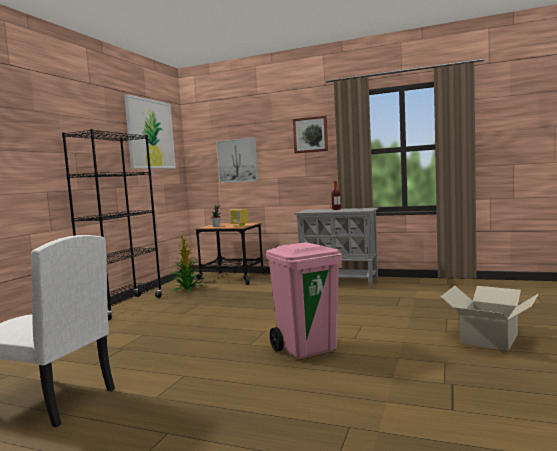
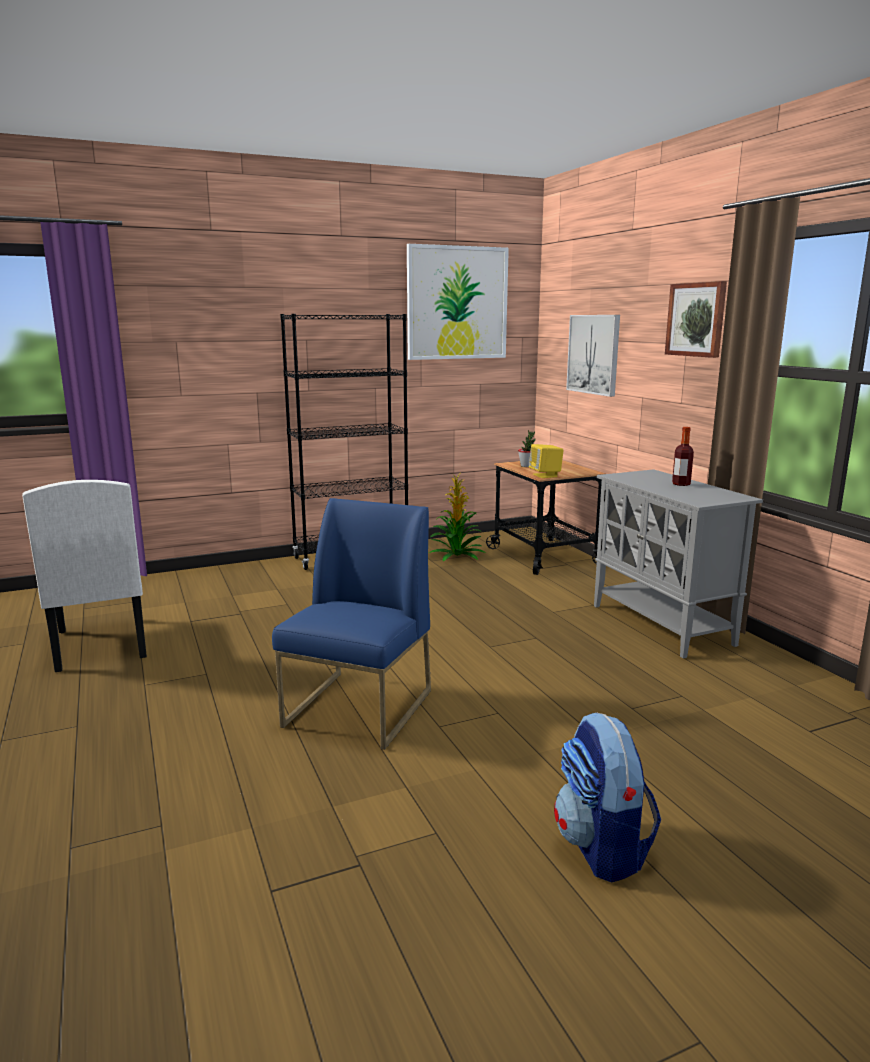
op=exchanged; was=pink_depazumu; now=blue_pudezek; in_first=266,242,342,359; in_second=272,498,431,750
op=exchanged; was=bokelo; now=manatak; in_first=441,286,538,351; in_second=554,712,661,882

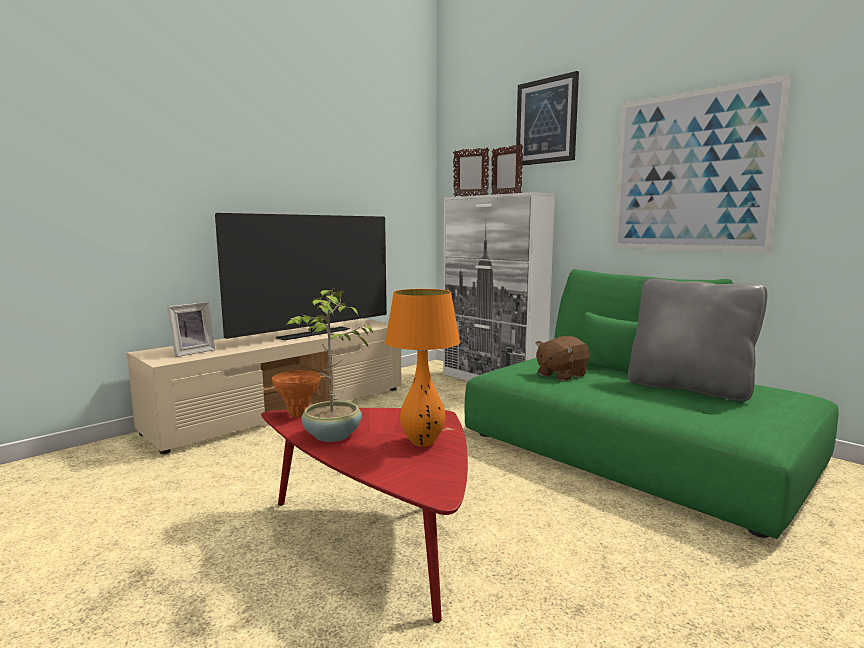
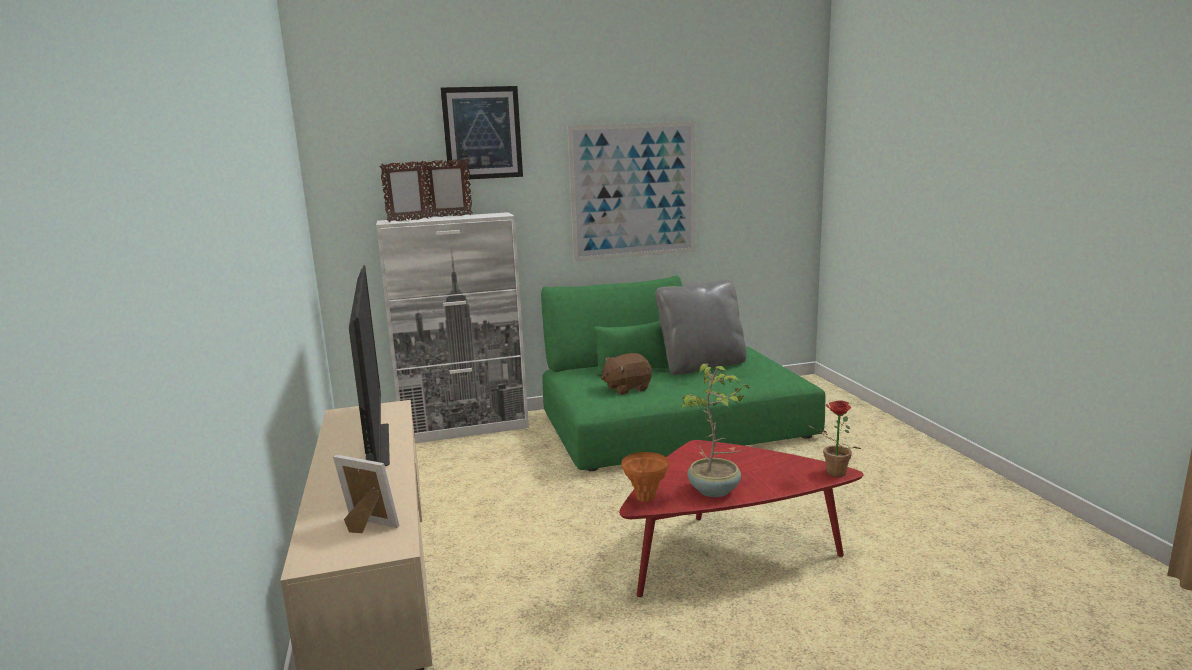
op=missing; was=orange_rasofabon; in_first=385,289,460,447
op=appeared; now=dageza; in_second=807,400,861,477
op=spun; was=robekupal; in_first=167,302,216,357; in_second=333,455,399,533; clockwise=-45
op=spun; was=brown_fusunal; in_first=536,336,590,381; in_second=601,353,652,395; clockwise=75

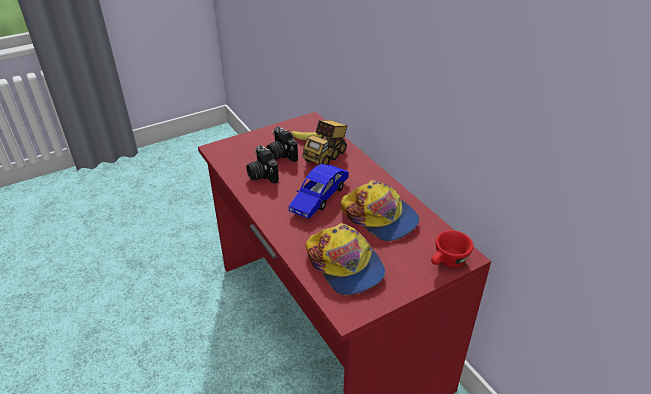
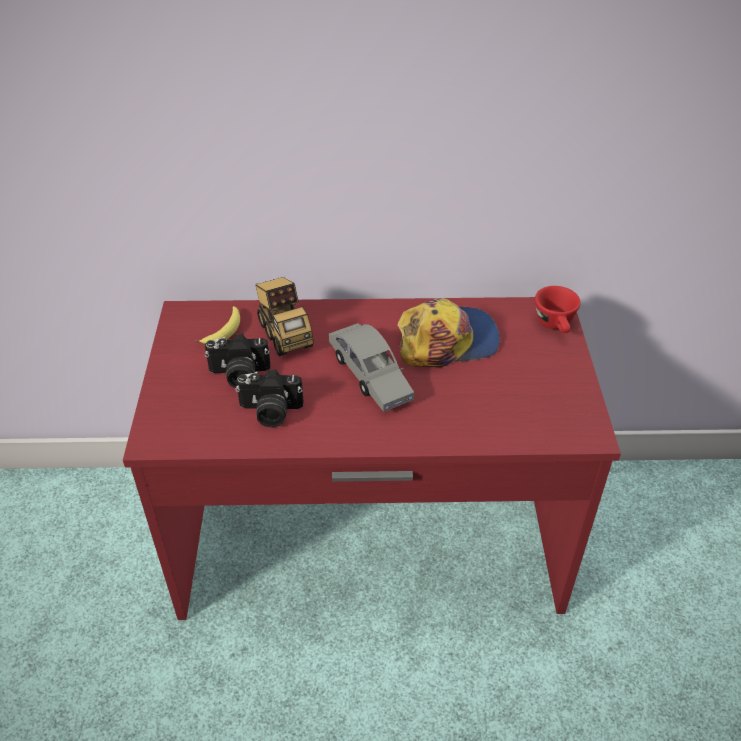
op=missing; was=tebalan; in_first=305,223,385,295
op=colour; was=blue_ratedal; now=grey_ratedal; in_first=289,164,349,219; in_second=329,323,414,412

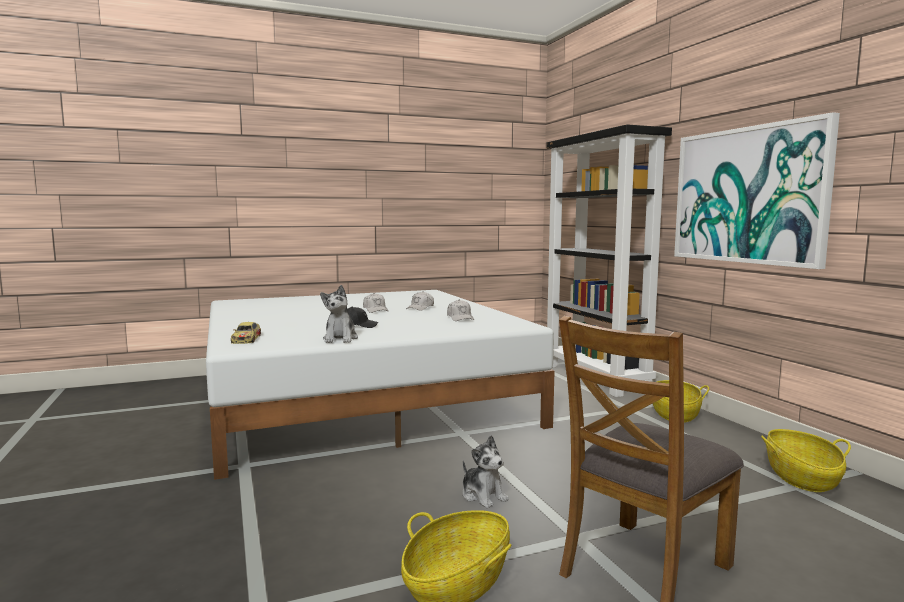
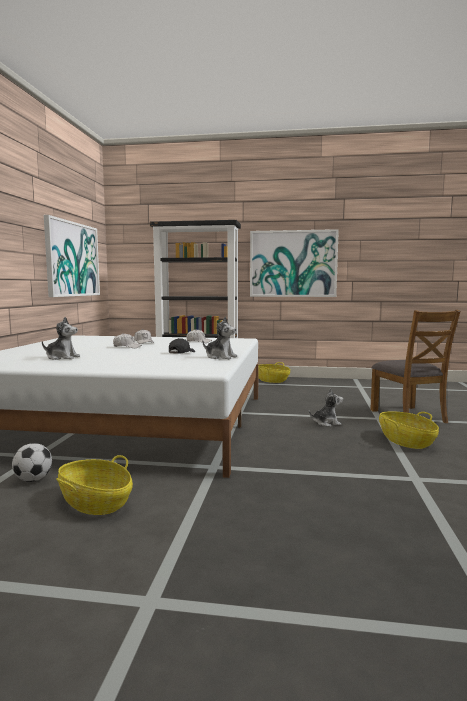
op=missing; was=ratedal; in_first=231,322,261,344
op=appeared; now=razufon; in_second=12,443,52,482
op=appeared; now=fusunal; in_second=42,317,80,360
op=appeared; now=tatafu; in_second=44,215,100,297
op=relocated; was=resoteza; in_first=761,429,851,492; in_second=56,455,133,515

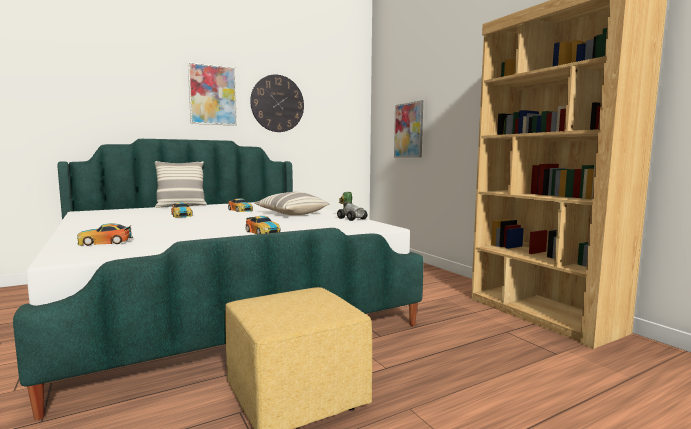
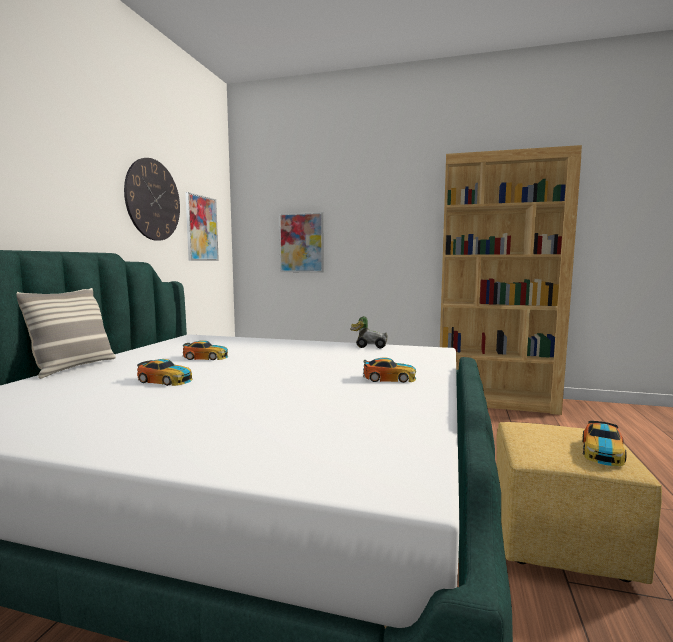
op=missing; was=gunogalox; in_first=254,192,329,215
op=relocated; was=ratedal; in_first=77,223,133,246; in_second=582,421,627,466
op=relocated; was=tatafu; in_first=188,62,237,126; in_second=185,192,219,261

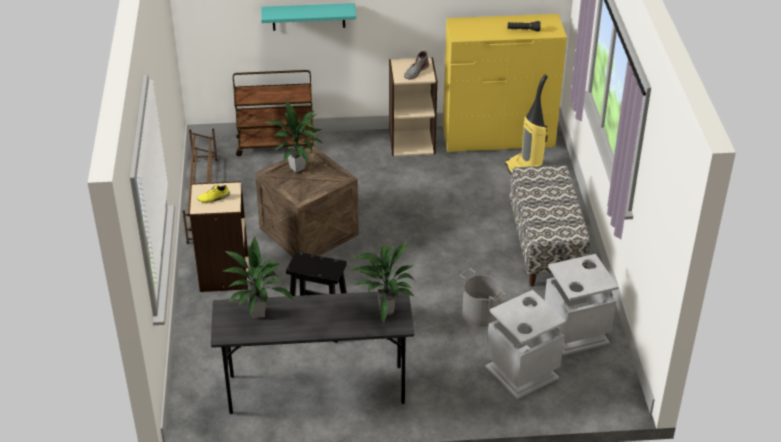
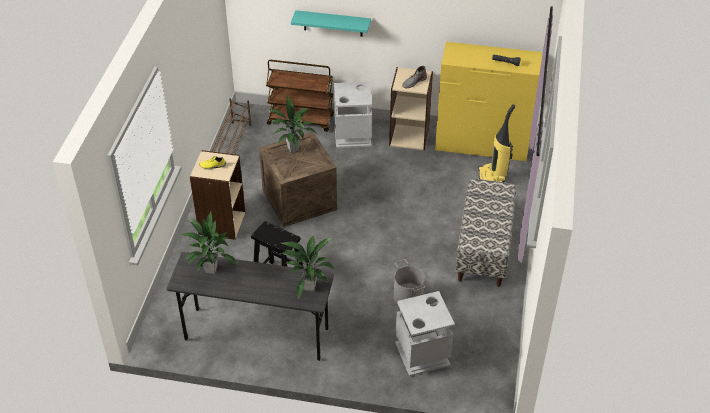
op=relocated; was=grey_depazumu; in_first=544,254,619,356; in_second=334,82,372,148

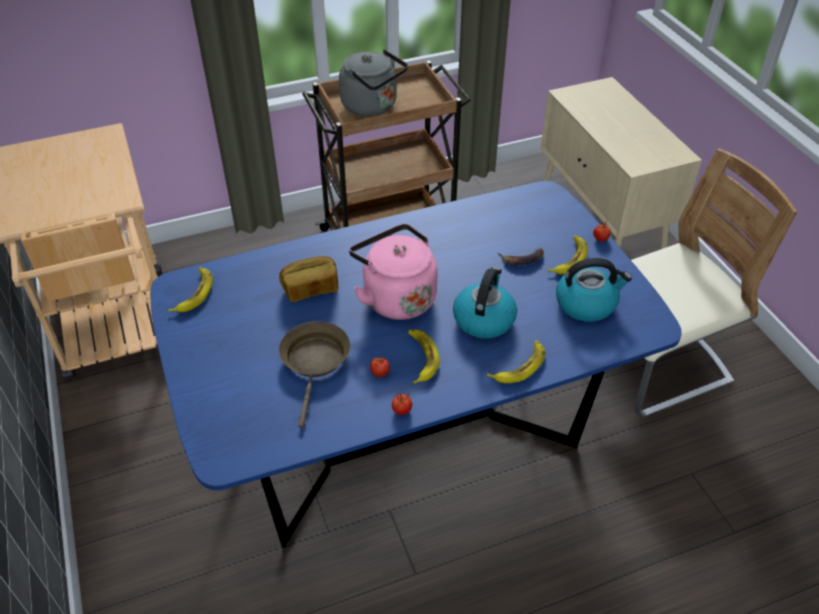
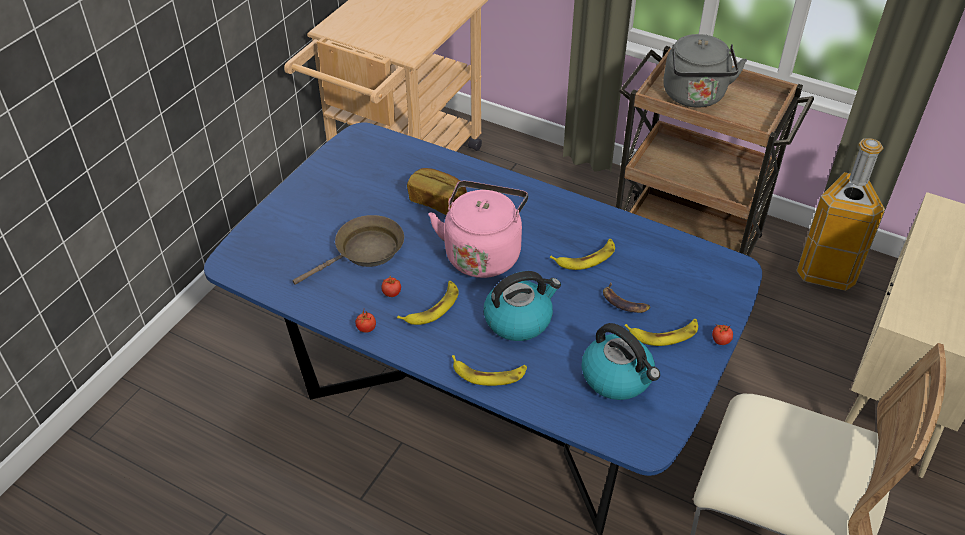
op=appeared; now=depazumu; in_second=796,138,885,291
op=relocated; was=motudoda; in_first=168,267,213,312; in_second=550,239,615,270

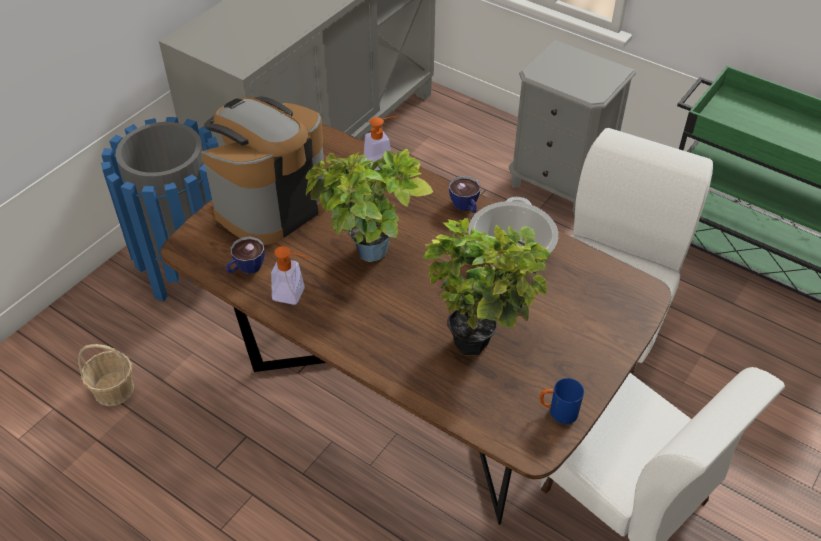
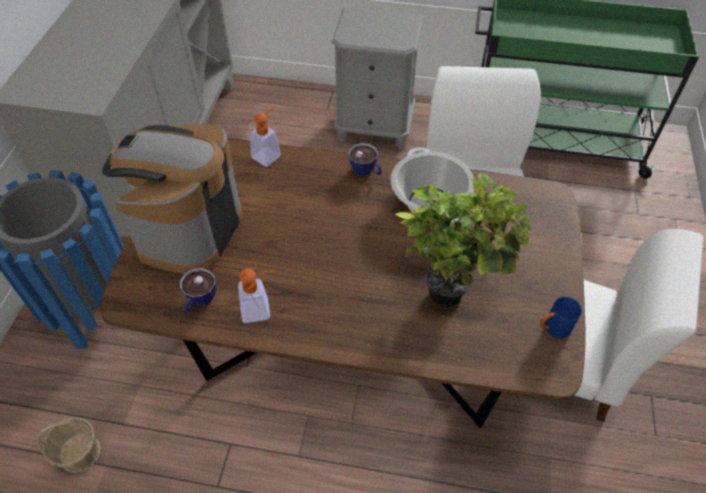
op=missing; was=dageza; in_first=305,149,433,262

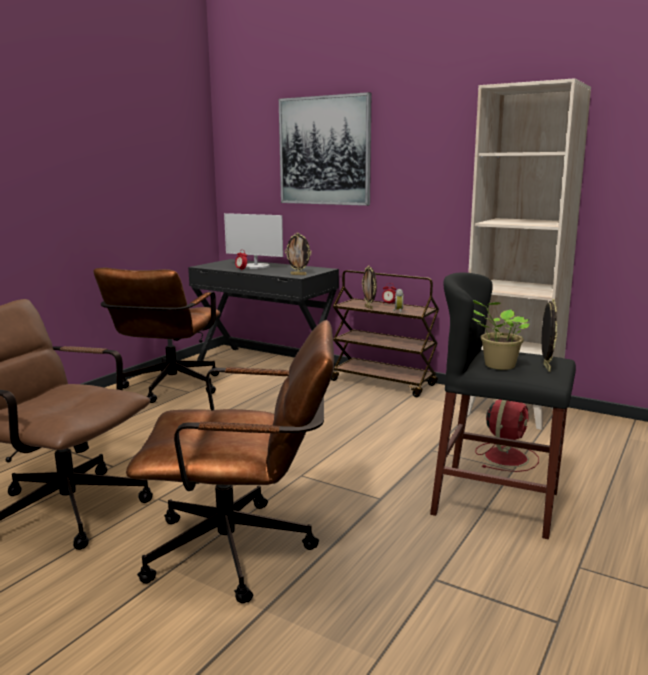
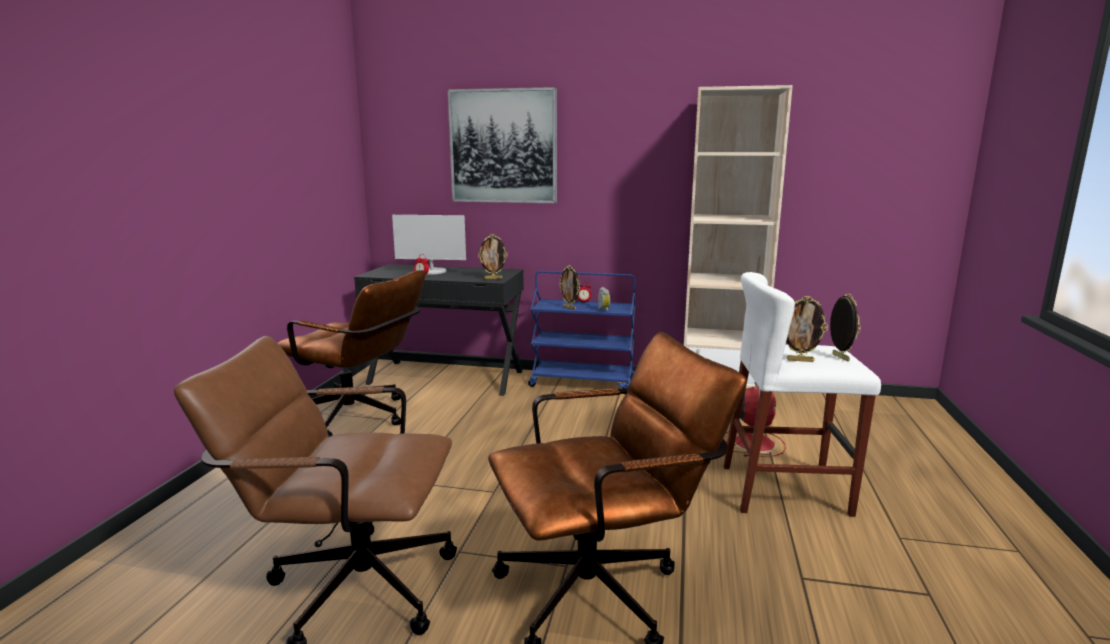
op=exchanged; was=dageza; now=robekupal; in_first=473,300,530,370; in_second=786,296,828,362
op=colour; was=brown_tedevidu; now=blue_tedevidu; in_first=331,270,439,397; in_second=528,271,636,389
op=colour; was=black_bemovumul; now=white_bemovumul; in_first=430,272,576,539; in_second=723,272,881,517
op=spun; was=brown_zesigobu; in_first=93,268,220,403; in_second=277,270,425,437; clockwise=-60

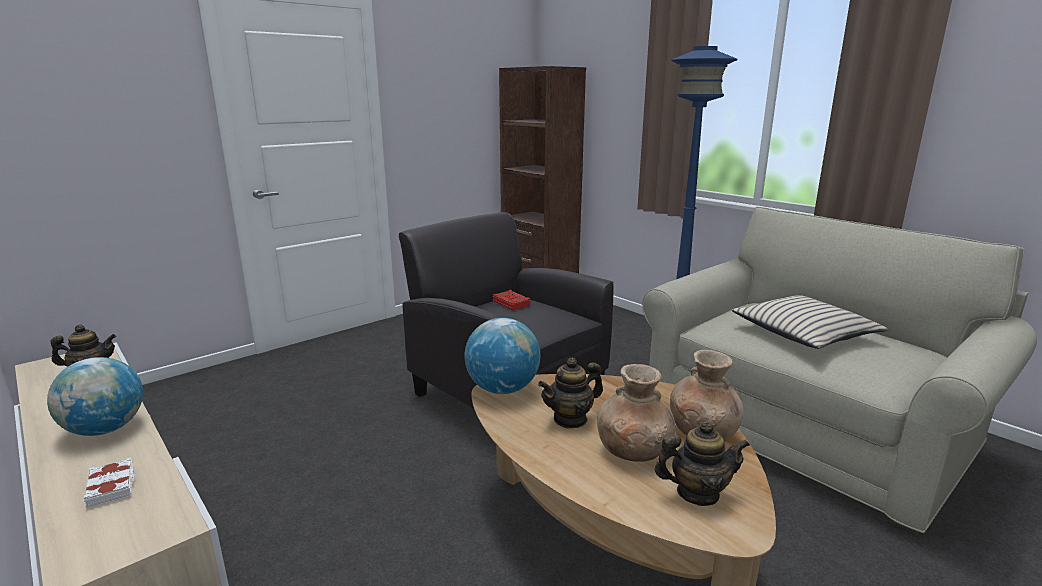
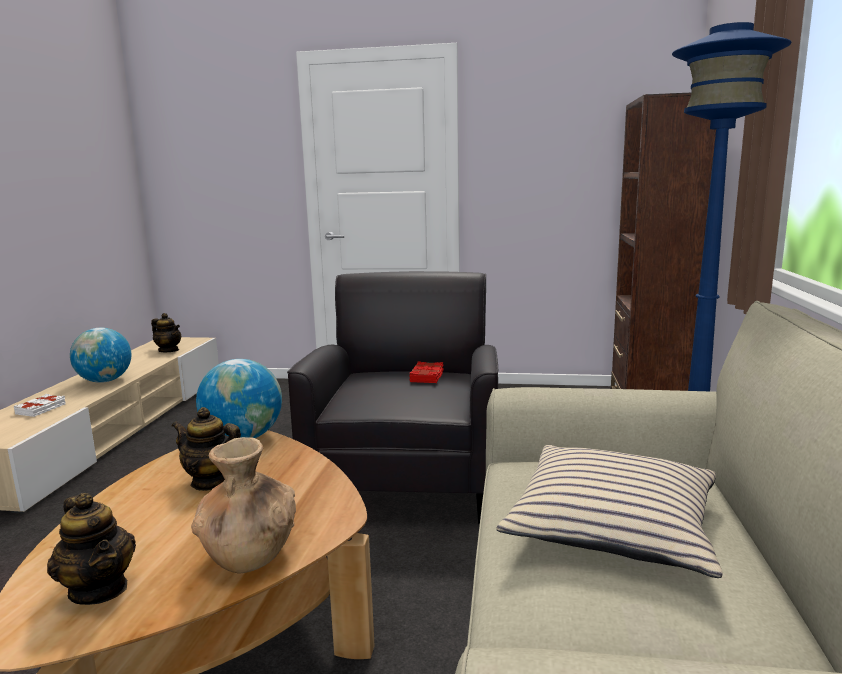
op=missing; was=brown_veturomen; in_first=597,364,676,462

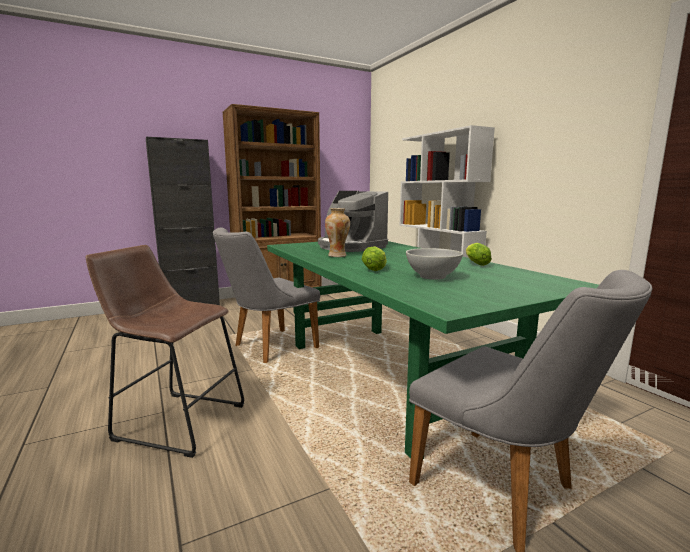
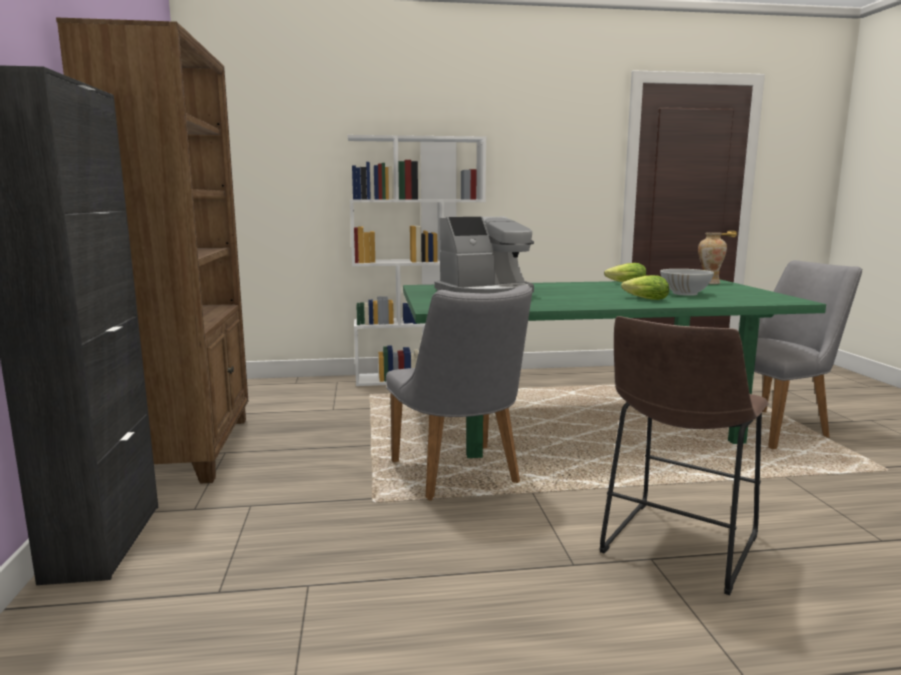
op=relocated; was=veturomen; in_first=325,208,350,257; in_second=698,233,727,284

